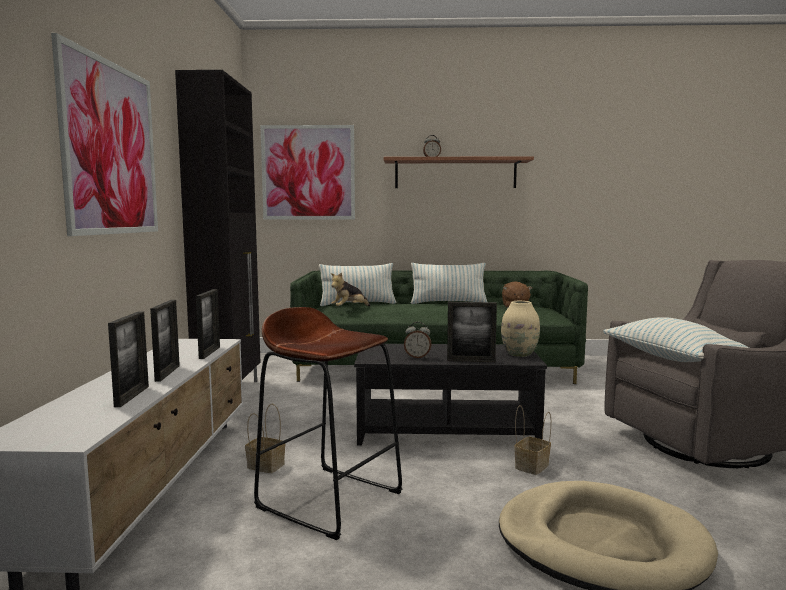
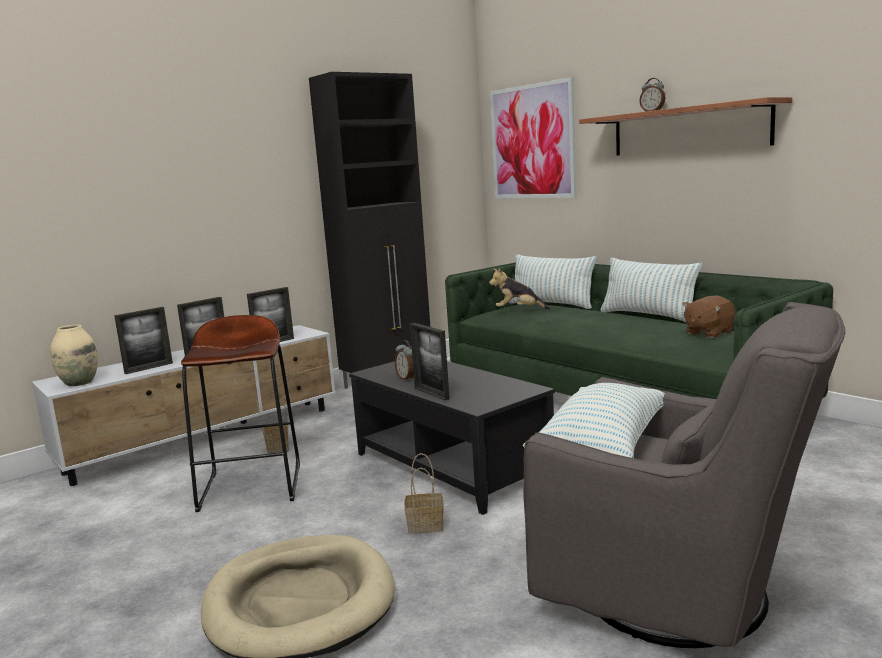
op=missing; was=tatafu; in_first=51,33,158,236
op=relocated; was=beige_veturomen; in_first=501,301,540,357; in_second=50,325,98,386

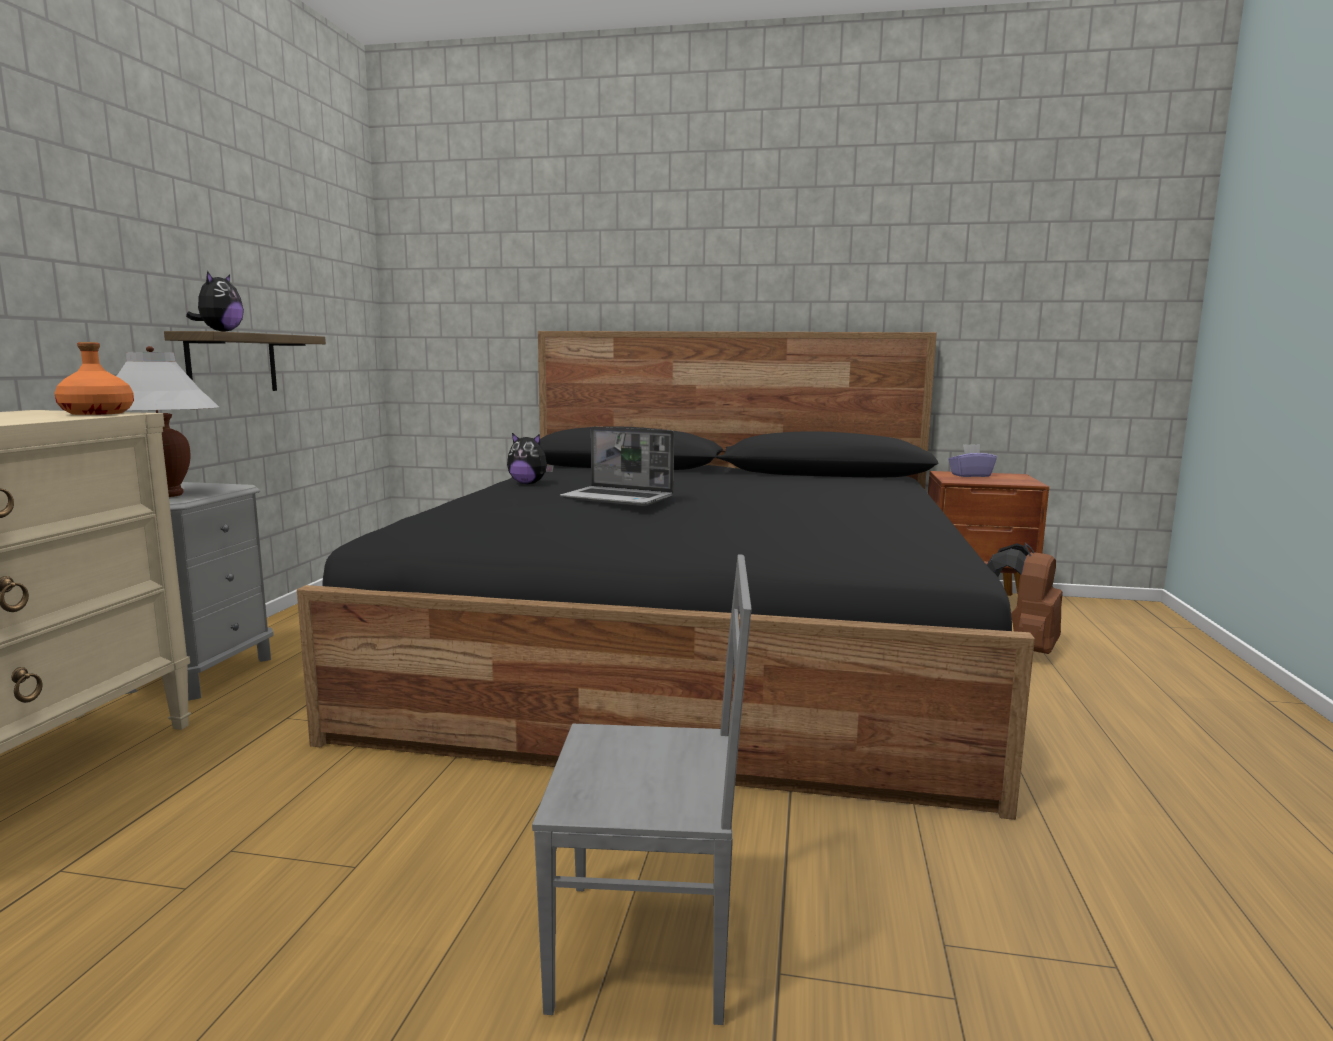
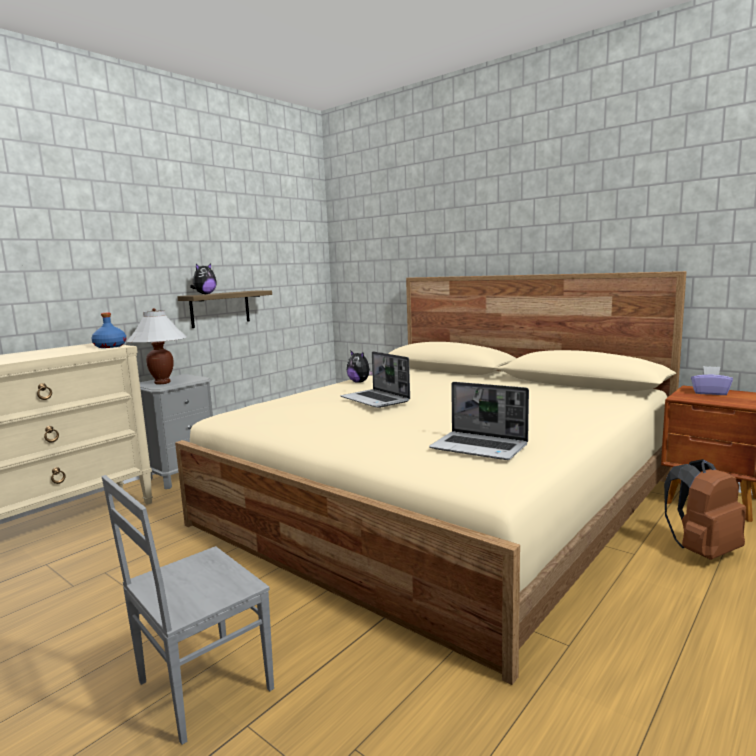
op=appeared; now=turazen; in_second=429,382,529,460
op=colour; was=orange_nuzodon; now=blue_nuzodon; in_first=54,342,134,415; in_second=92,312,127,348
op=colour; was=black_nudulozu; now=beige_nudulozu; in_first=297,331,1035,820; in_second=175,271,687,685
op=spun; was=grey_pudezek; in_first=532,554,752,1025; in_second=102,475,274,745; clockwise=105

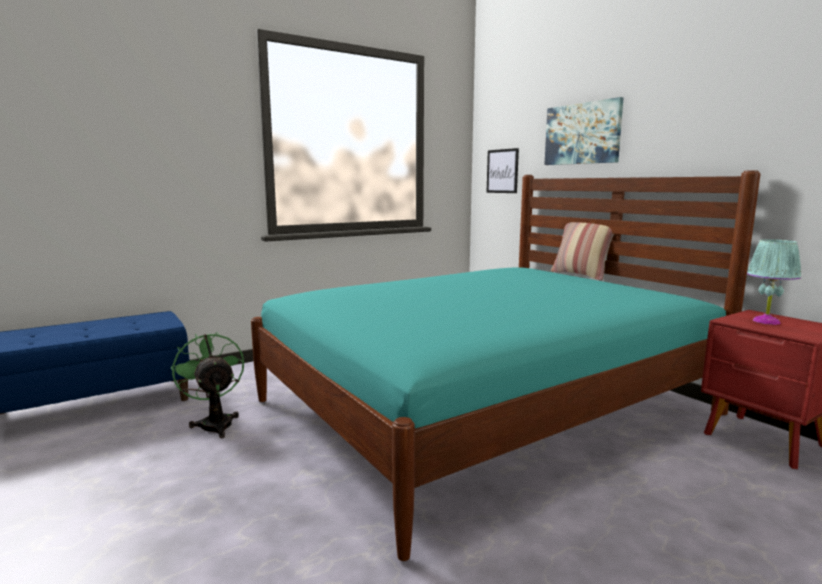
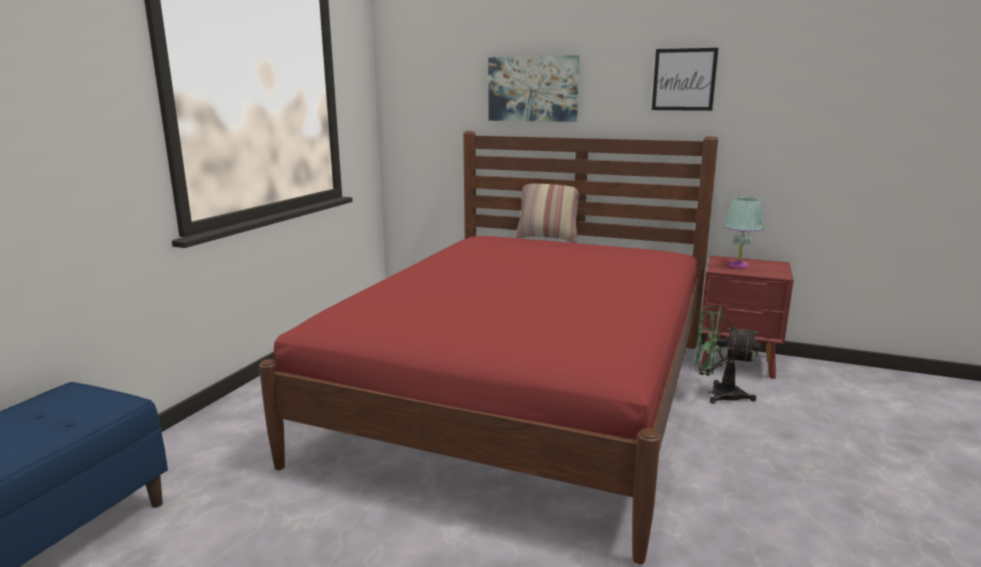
op=relocated; was=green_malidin; in_first=171,332,244,438; in_second=695,306,760,404
op=relocated; was=tatafu; in_first=487,148,519,193; in_second=652,48,718,111
op=colour; was=turquoise_nudulozu; now=red_nudulozu; in_first=251,170,760,561; in_second=259,131,718,564

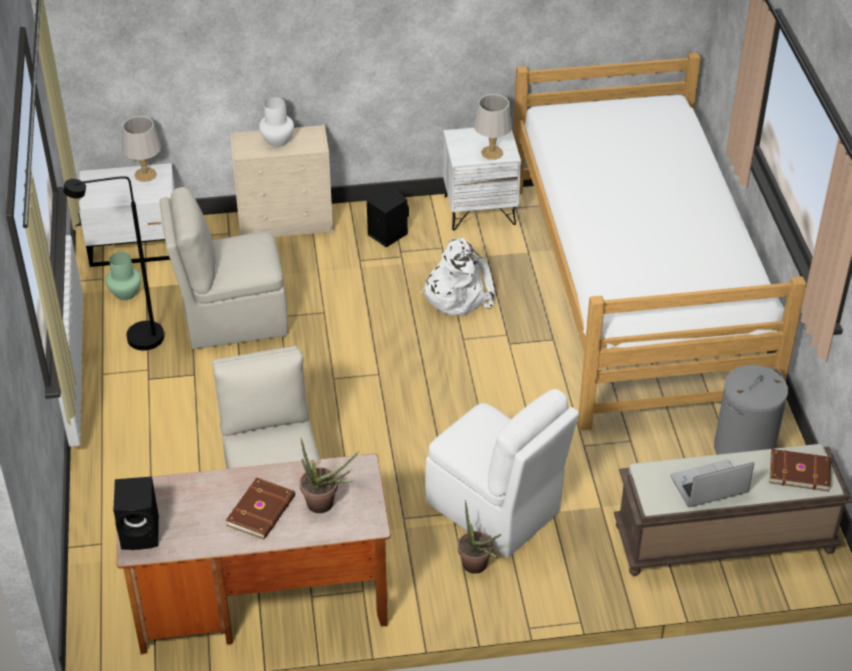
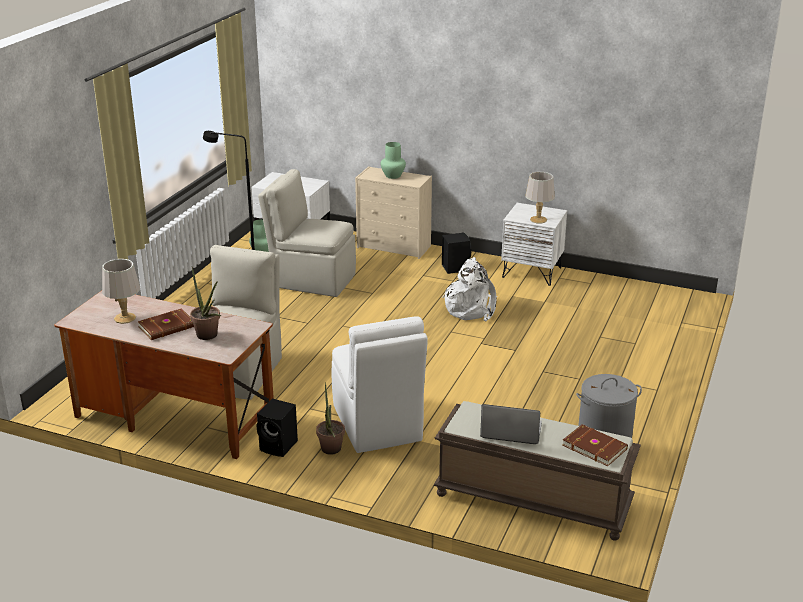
op=missing; was=nudulozu; in_first=513,52,807,431
op=relocated; was=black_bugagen; in_first=113,477,159,550; in_second=257,398,298,457
op=relocated; was=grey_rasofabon; in_first=122,116,161,182; in_second=102,259,140,324
op=colour; was=white_veturomen; now=green_veturomen; in_first=259,97,294,147; in_second=380,142,406,179

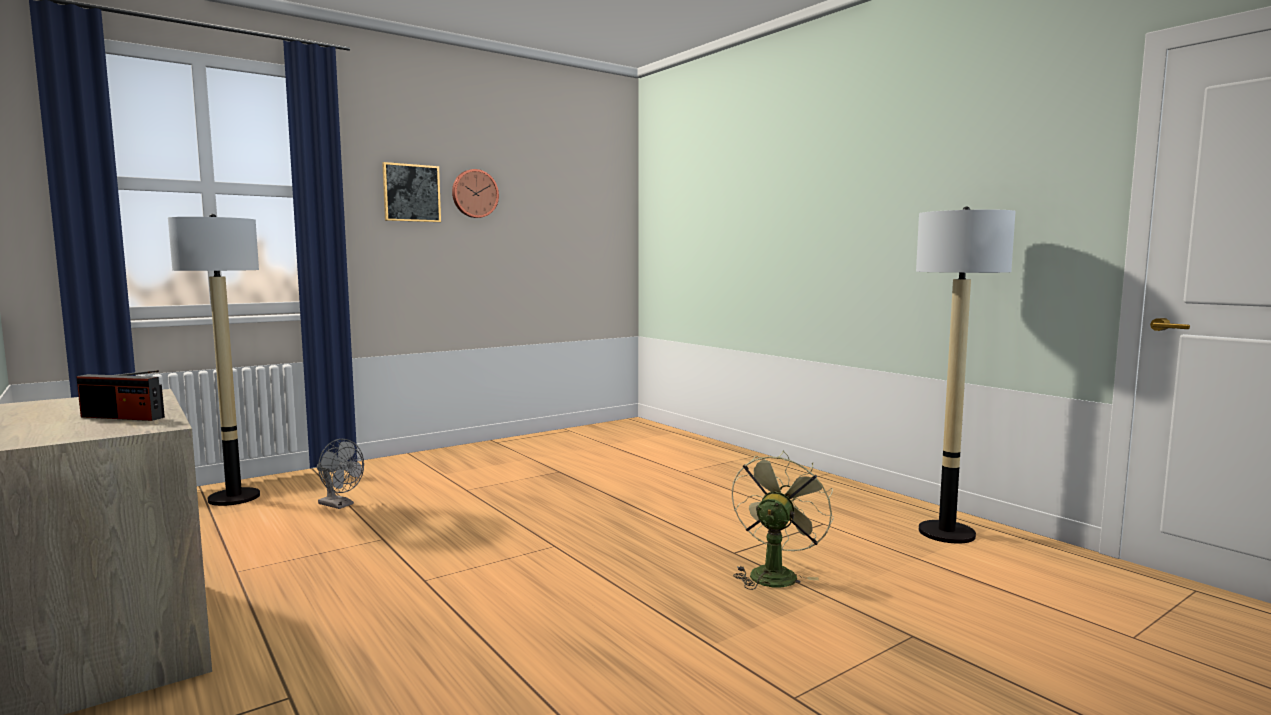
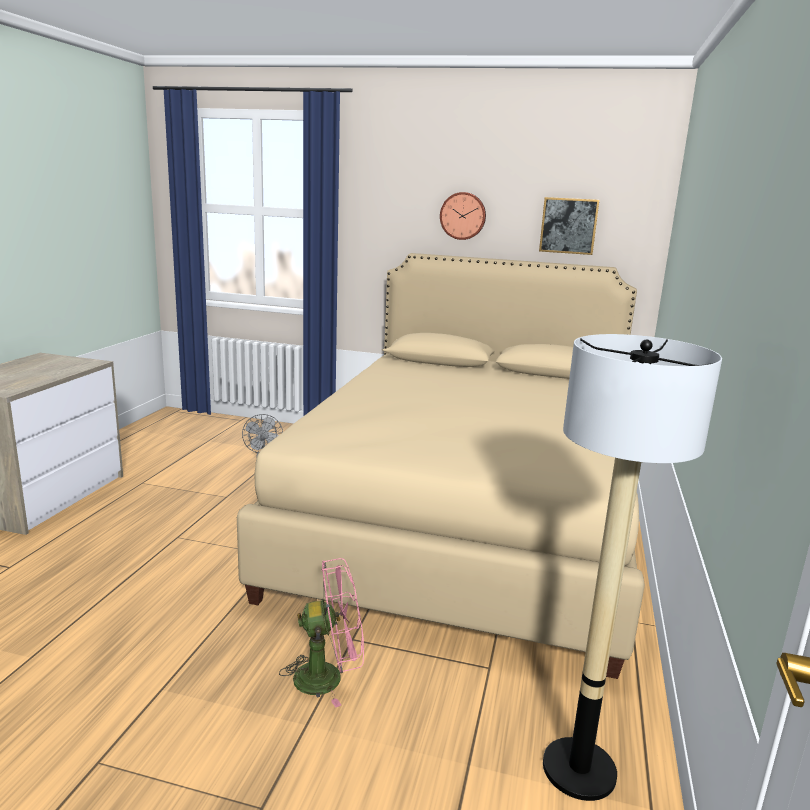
op=missing; was=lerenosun; in_first=77,370,165,421
op=missing; was=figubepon; in_first=168,214,260,506
op=appeared; now=beige_nudulozu; in_second=237,253,645,679
op=relocated; was=tatafu; in_first=382,162,441,222; in_second=539,197,599,255
op=colour; was=green_malidin; now=pink_malidin; in_first=732,450,834,590; in_second=279,558,364,707

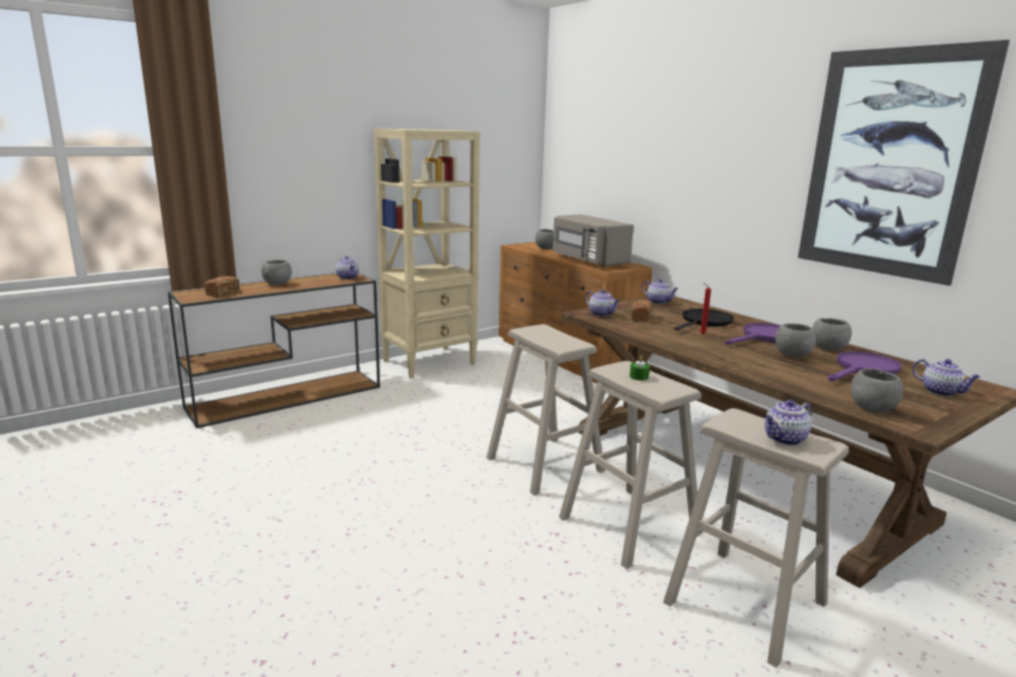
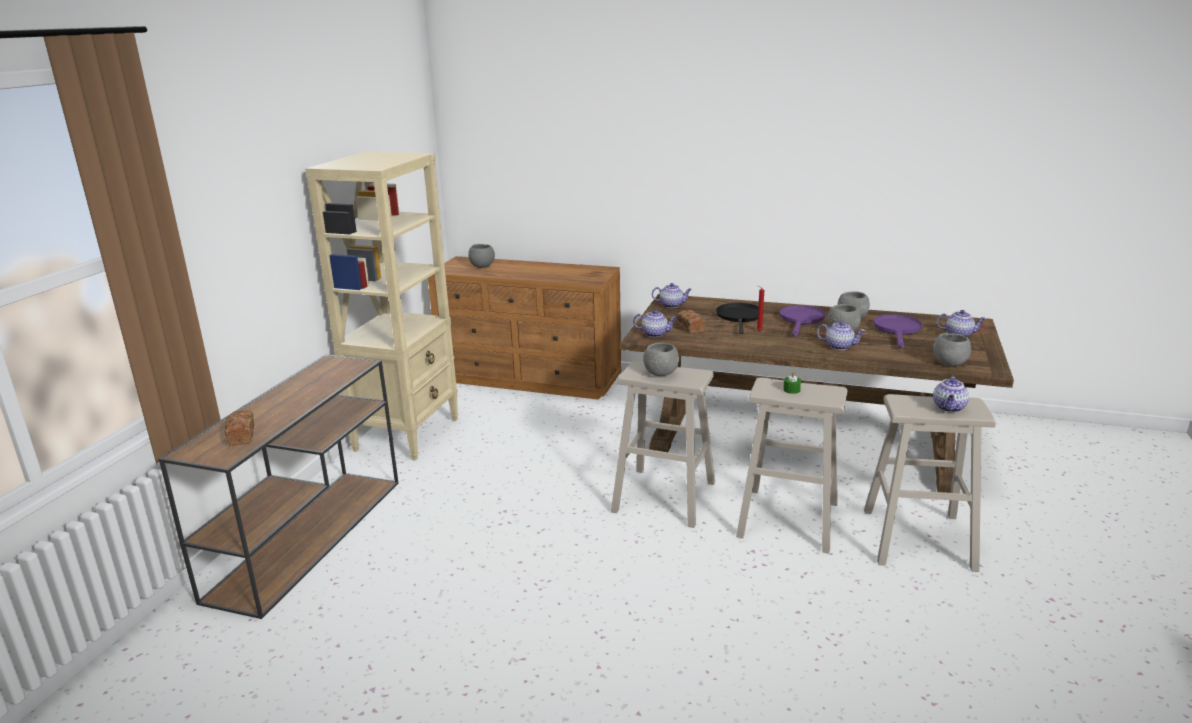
op=missing; was=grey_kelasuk; in_first=553,214,634,267
op=missing; was=tatafu; in_first=798,40,1010,286
op=relocated; was=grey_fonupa; in_first=261,260,292,285; in_second=643,342,679,376
op=relocated; was=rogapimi; in_first=336,256,359,279; in_second=817,321,865,350

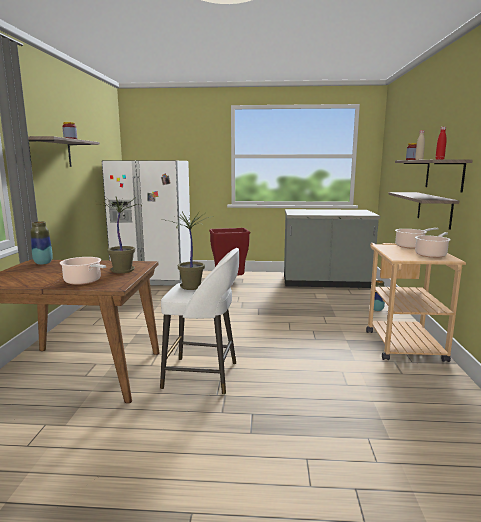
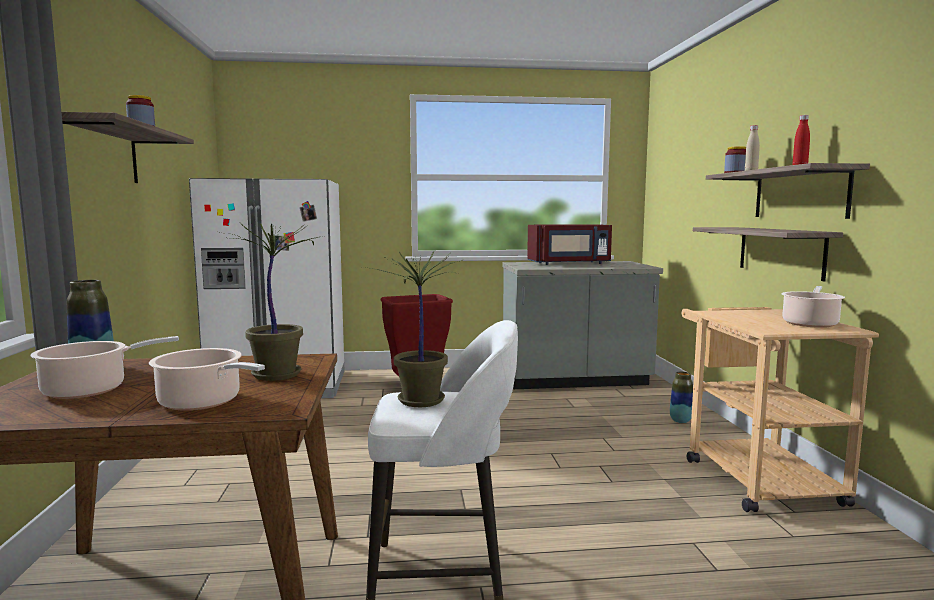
op=appeared; now=red_kelasuk; in_second=527,224,612,265
op=relocated; was=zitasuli; in_first=395,228,439,249; in_second=31,336,179,399

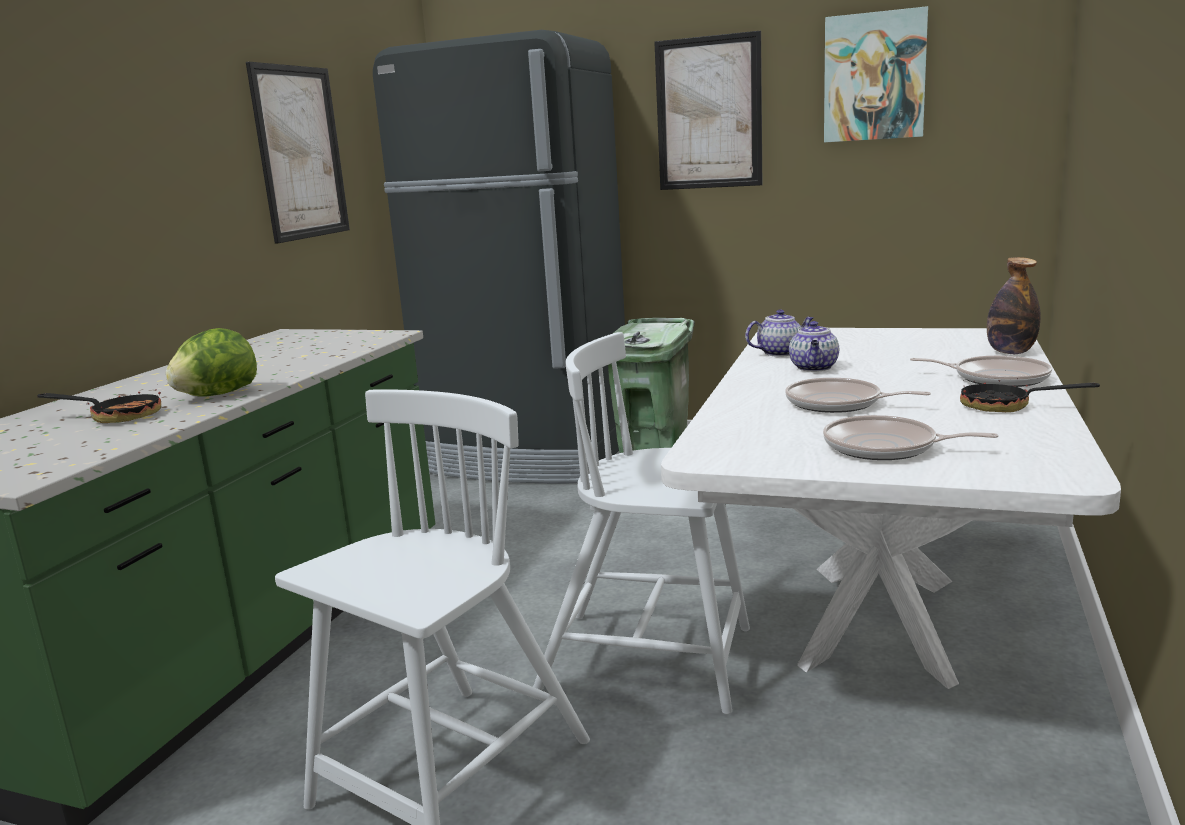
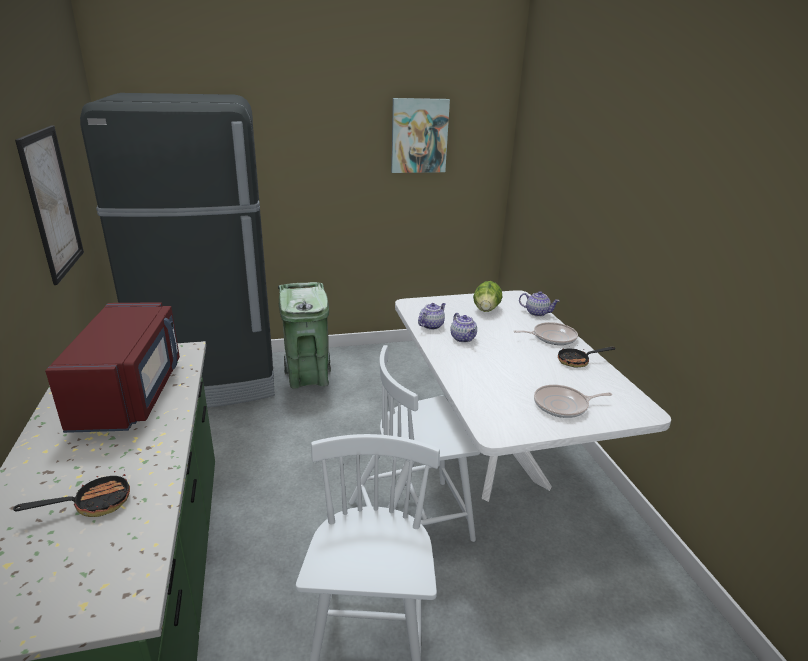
op=missing; was=tatafu; in_first=654,30,762,190
op=missing; was=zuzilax; in_first=785,378,931,413
op=appeared; now=red_kelasuk; in_second=45,302,180,433
op=relocated; was=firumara; in_first=166,328,257,397; in_second=473,281,502,312
op=exchanged; was=nuzodon; now=rogapimi; in_first=987,257,1040,354; in_second=519,291,560,317

